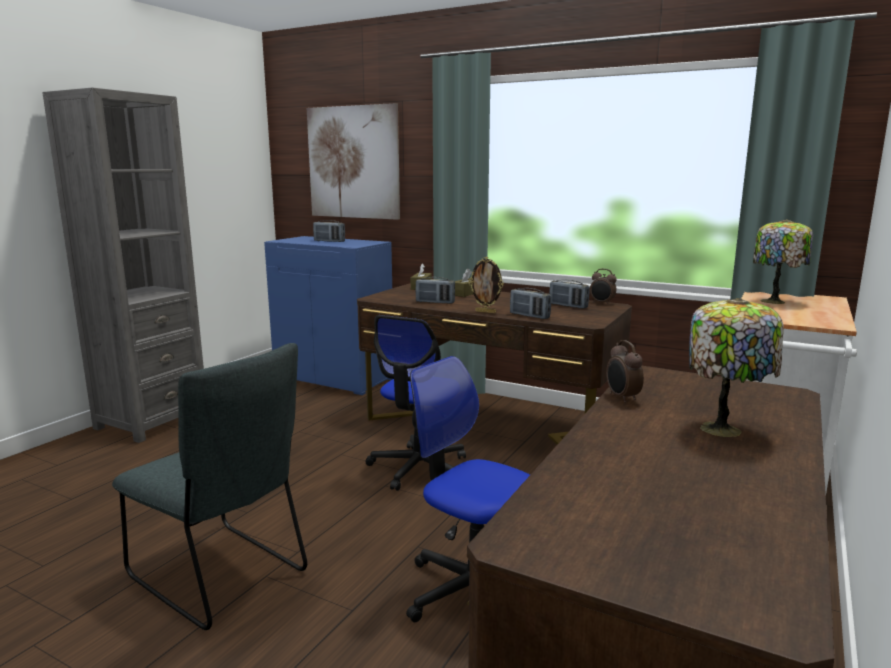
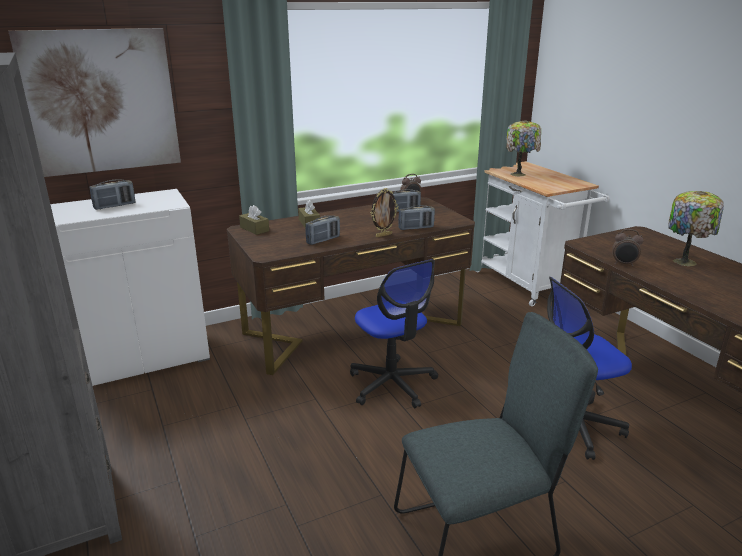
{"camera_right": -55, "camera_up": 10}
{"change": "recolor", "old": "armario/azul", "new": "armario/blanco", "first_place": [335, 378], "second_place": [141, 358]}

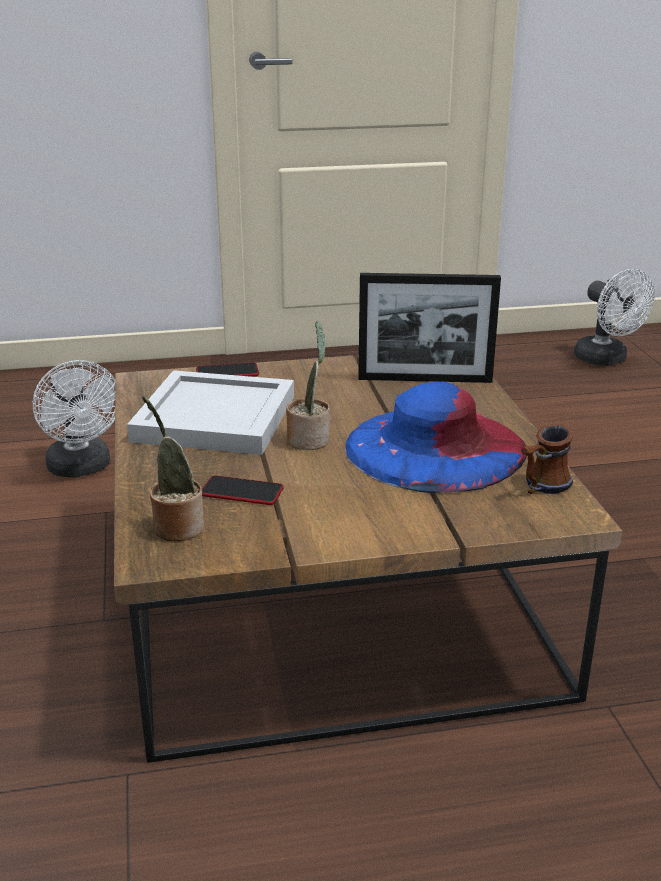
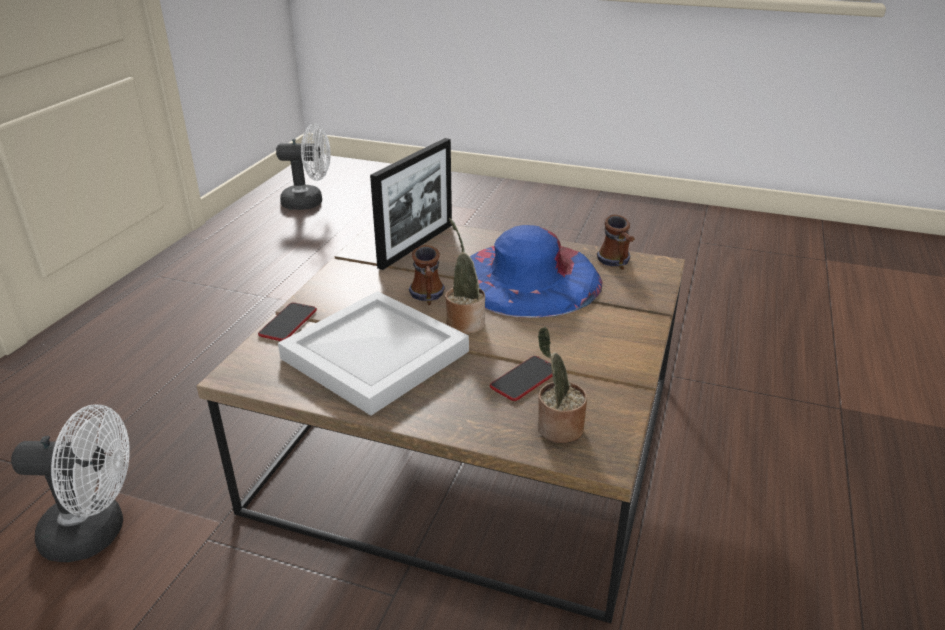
{"camera_right": -60, "camera_up": 5}
{"change": "insert", "new": "taza grande", "second_place": [427, 297]}

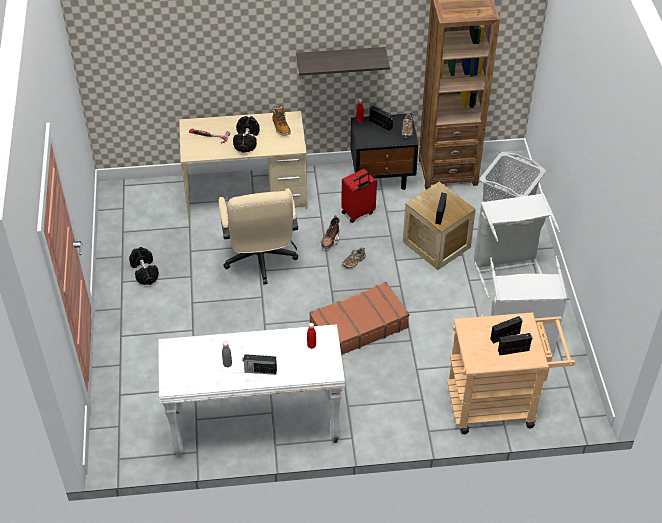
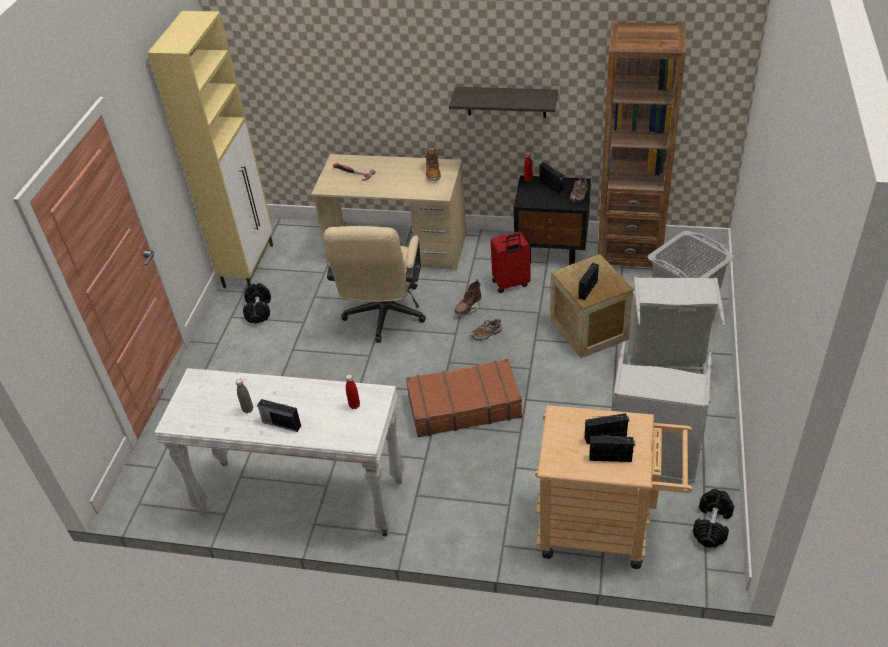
{"camera_right": 20, "camera_up": -5}
{"change": "move", "old": "mancuerna/negro", "first_place": [246, 141], "second_place": [712, 525]}
{"change": "insert", "new": "armario/beis", "second_place": [249, 265]}

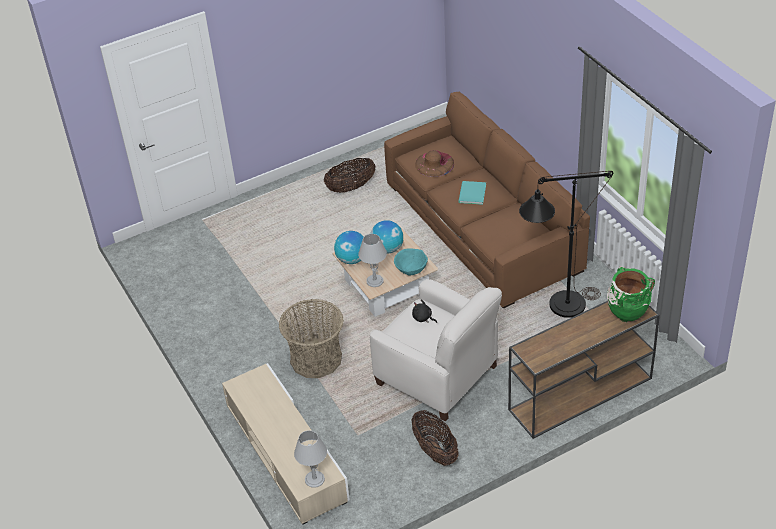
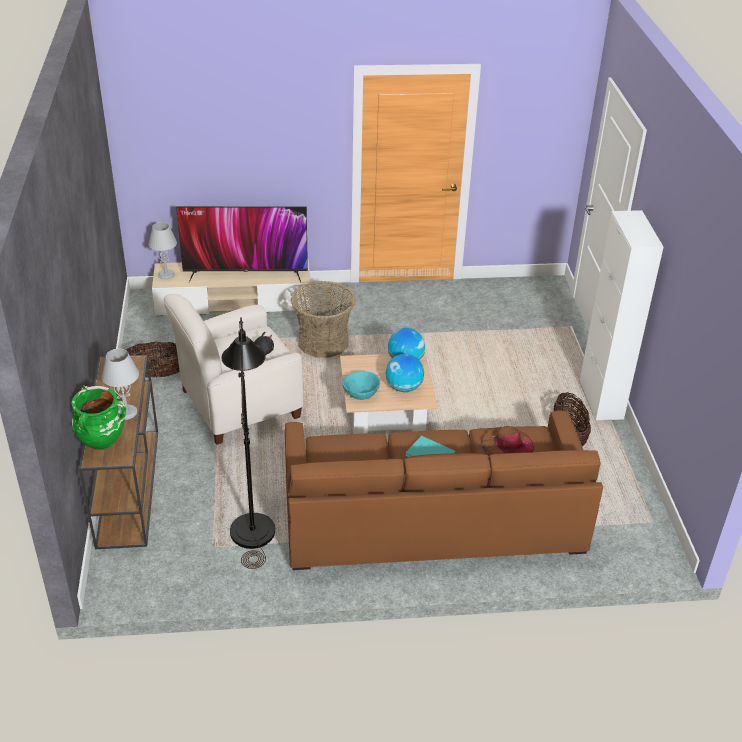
{"camera_right": 110, "camera_up": -5}
{"change": "move", "old": "lámpara de mesa/gris", "first_place": [374, 281], "second_place": [126, 412]}
{"change": "insert", "new": "televisor", "second_place": [245, 273]}
{"change": "insert", "new": "armario/blanco", "second_place": [601, 399]}

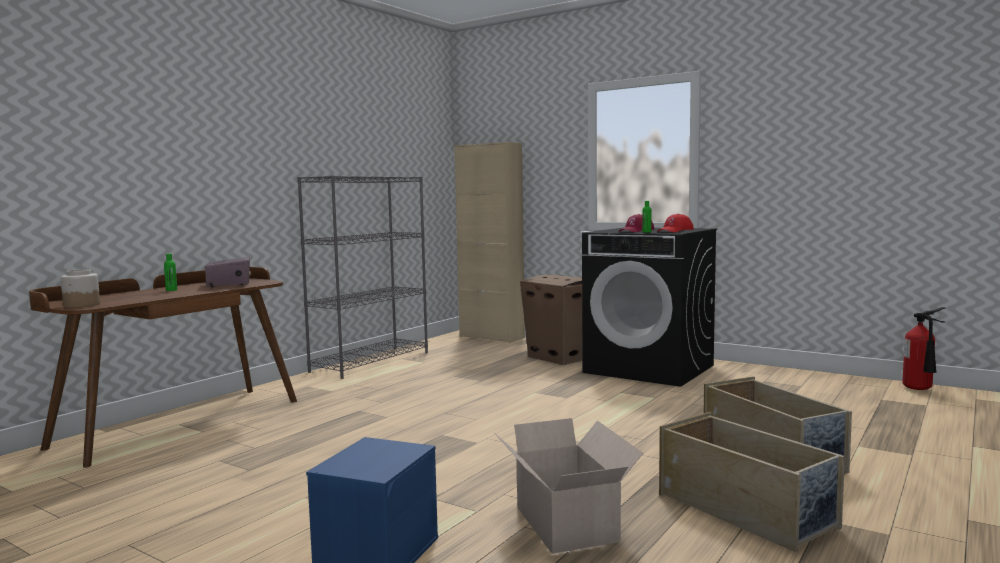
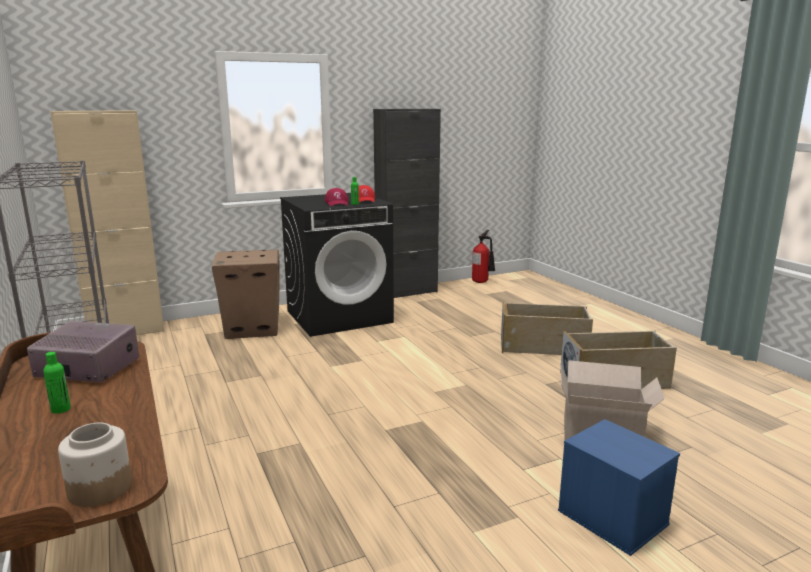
{"camera_right": -60, "camera_up": 10}
{"change": "insert", "new": "armario/negro", "second_place": [406, 292]}

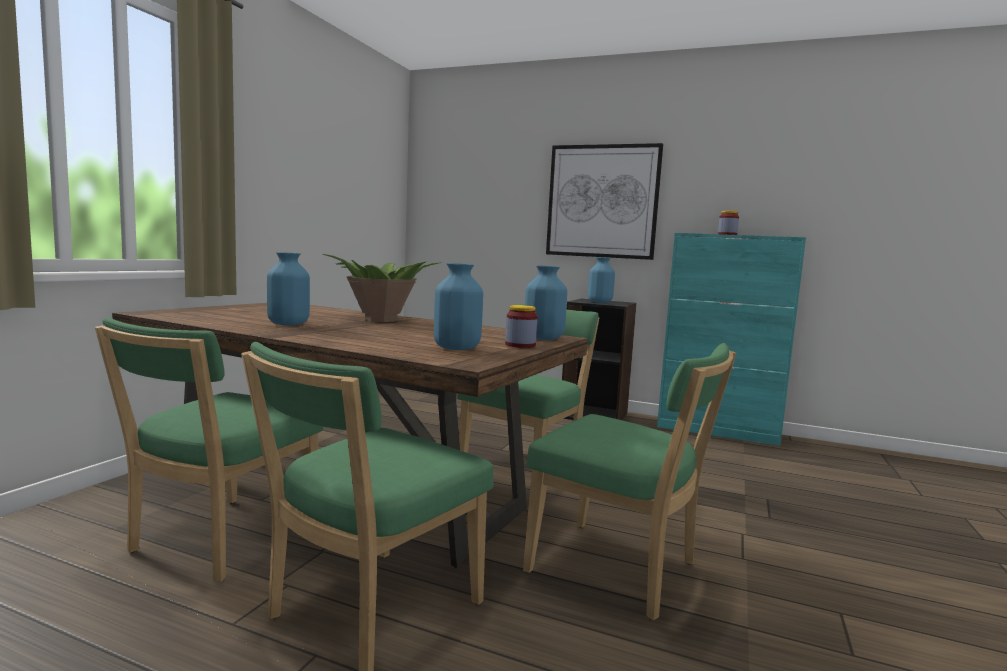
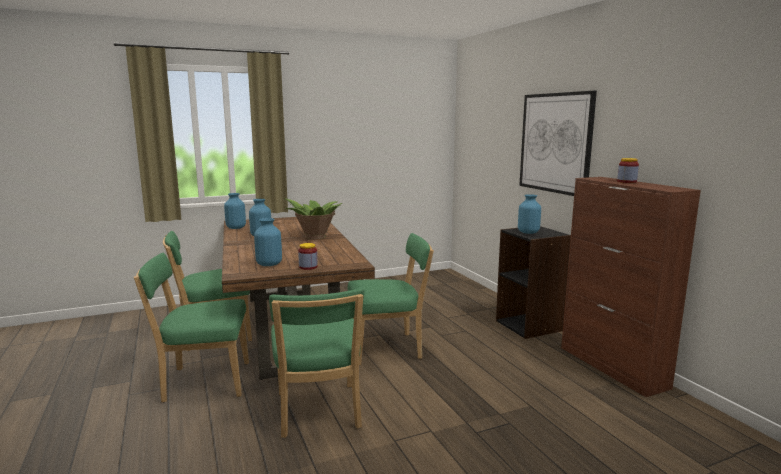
{"camera_right": 45, "camera_up": 5}
{"change": "move", "old": "florero/azul", "first_place": [543, 338], "second_place": [235, 228]}
{"change": "recolor", "old": "armario/turquesa", "new": "armario/marrón", "first_place": [717, 431], "second_place": [612, 367]}

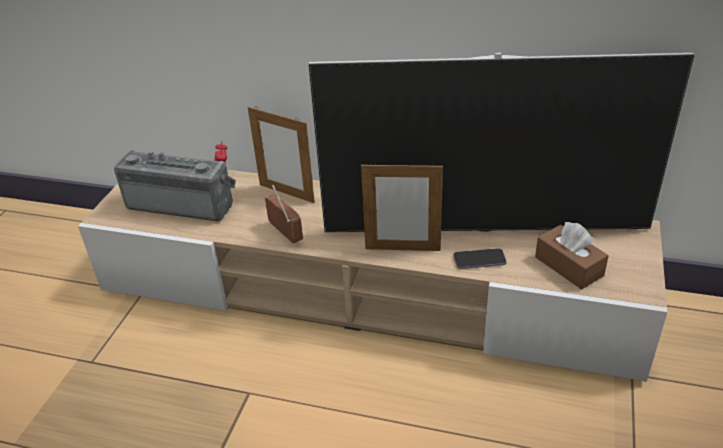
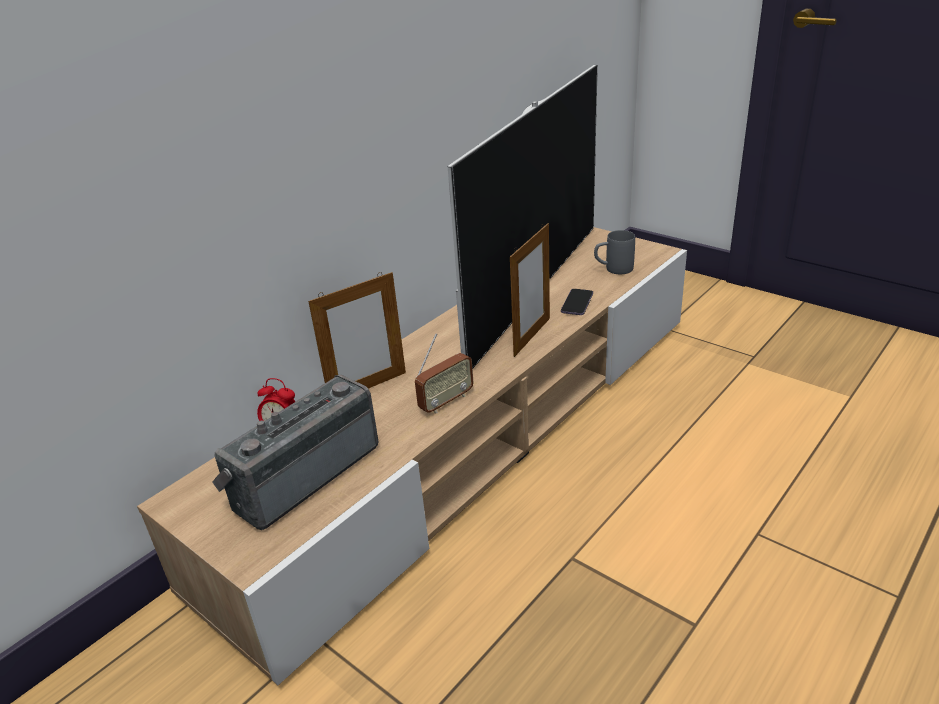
{"camera_right": -65, "camera_up": -5}
{"change": "rotate", "old": "radio", "first_place": [285, 234], "second_place": [446, 402], "degrees": 150}
{"change": "replace", "old": "caja de pañuelos/marrón", "new": "taza grande/gris", "first_place": [568, 266], "second_place": [613, 269]}

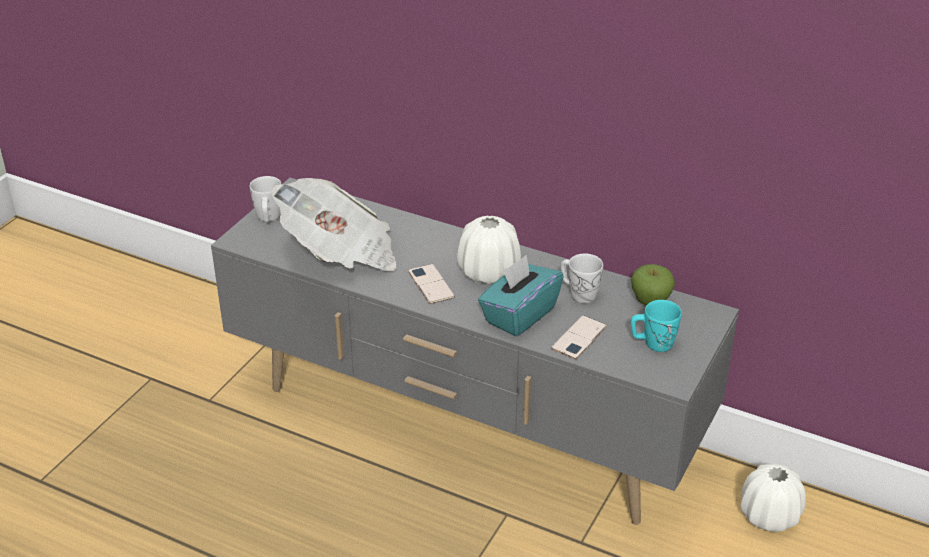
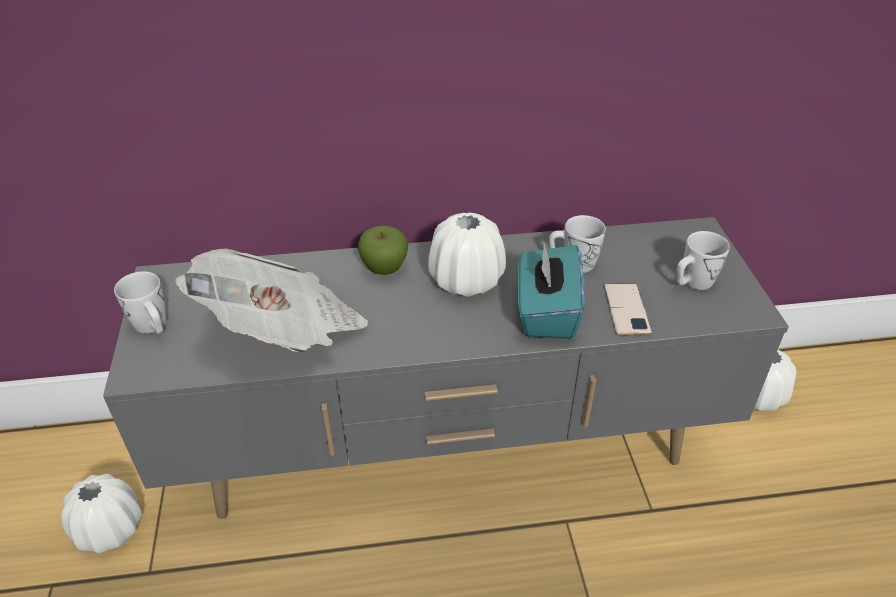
{"camera_right": -35, "camera_up": 5}
{"change": "delete", "old": "móvil", "first_place": [431, 284]}
{"change": "move", "old": "manzana", "first_place": [650, 302], "second_place": [384, 268]}
{"change": "recolor", "old": "taza grande/turquesa", "new": "taza grande/blanco", "first_place": [652, 343], "second_place": [692, 283]}
{"change": "insert", "new": "florero/blanco", "second_place": [110, 529]}

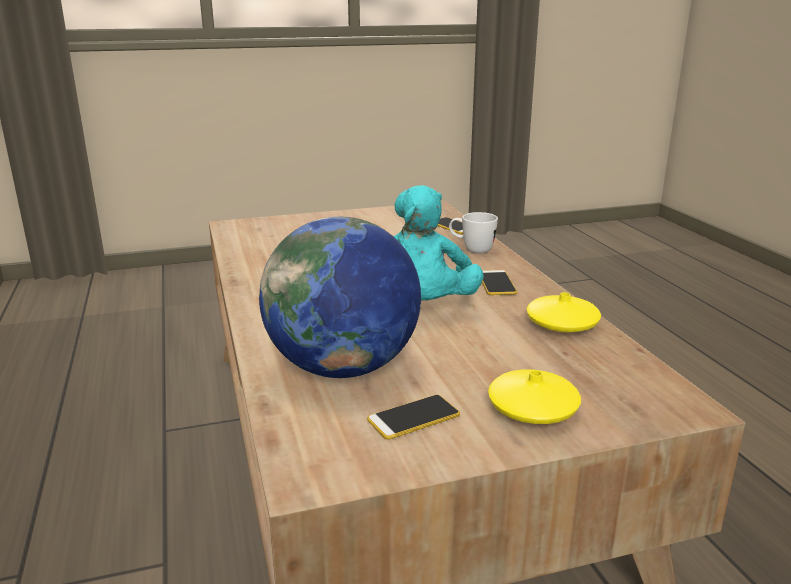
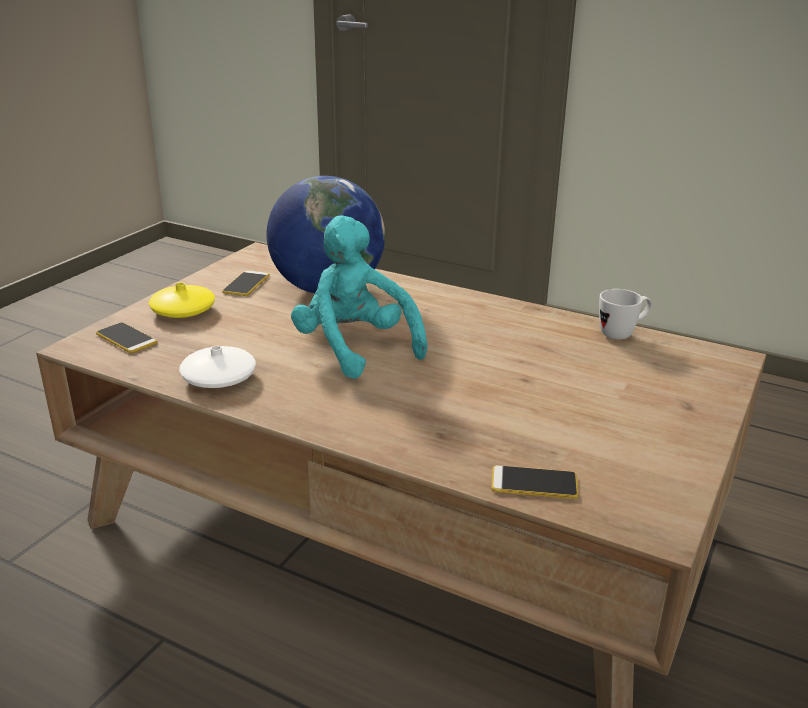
{"camera_right": 135, "camera_up": 5}
{"change": "move", "old": "taza grande/blanco", "first_place": [471, 250], "second_place": [622, 334]}
{"change": "move", "old": "móvil", "first_place": [496, 283], "second_place": [126, 338]}
{"change": "recolor", "old": "florero/amarillo", "new": "florero/blanco", "first_place": [562, 324], "second_place": [219, 377]}

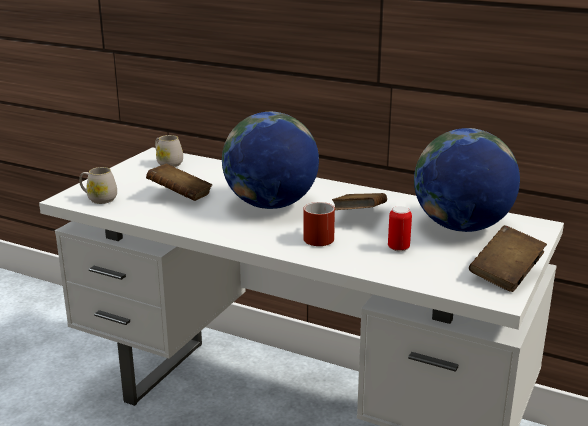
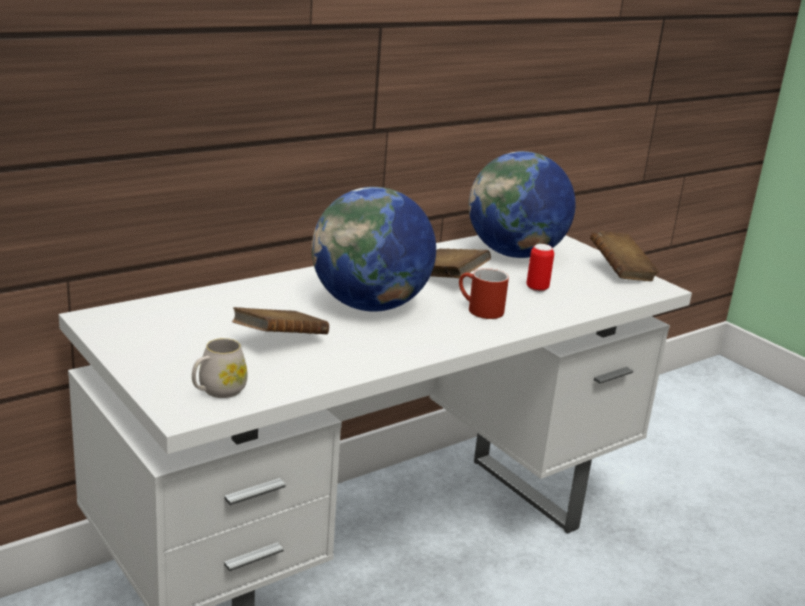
{"camera_right": -65, "camera_up": 0}
{"change": "delete", "old": "taza grande/blanco", "first_place": [167, 163]}

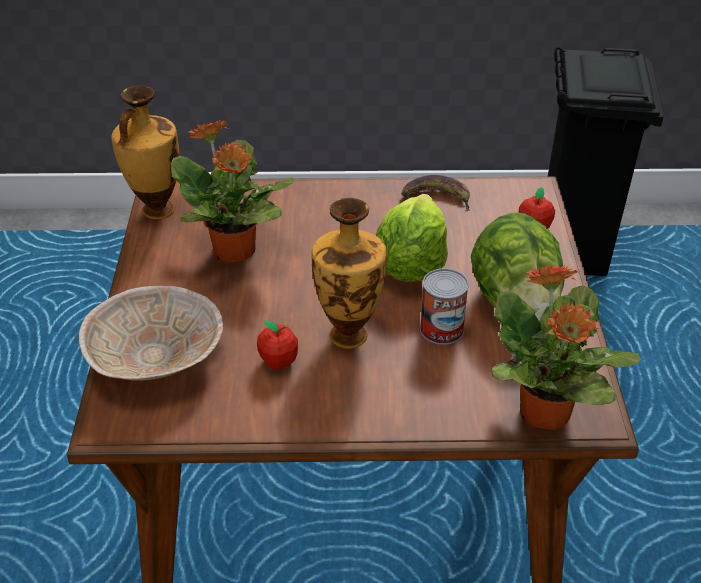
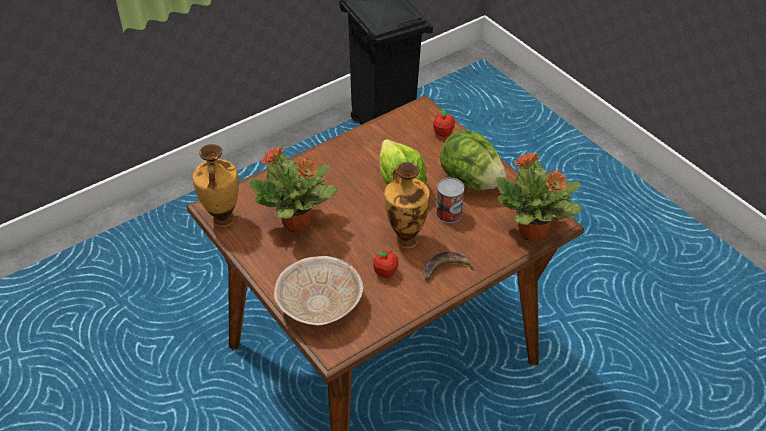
{"camera_right": -35, "camera_up": 5}
{"change": "move", "old": "plátano", "first_place": [436, 197], "second_place": [445, 269]}

